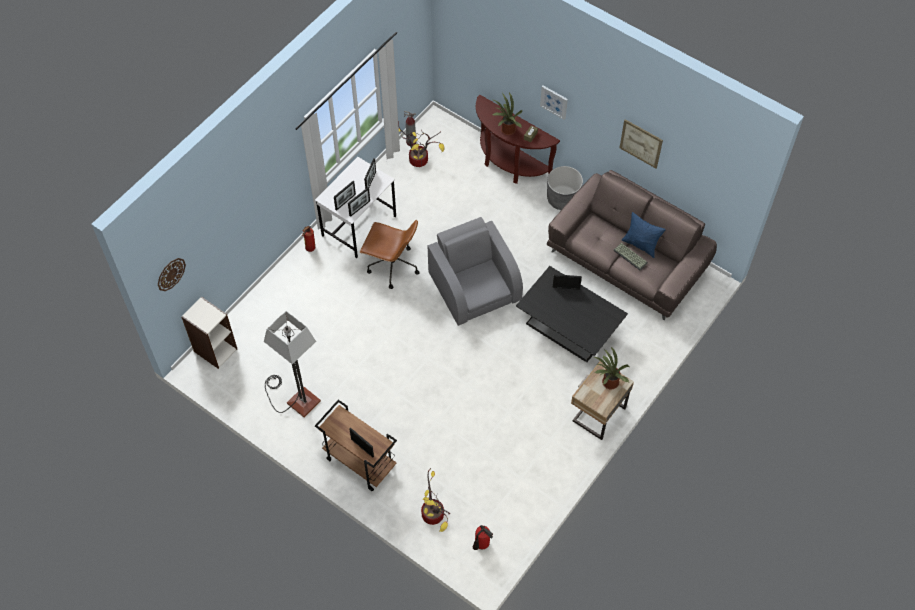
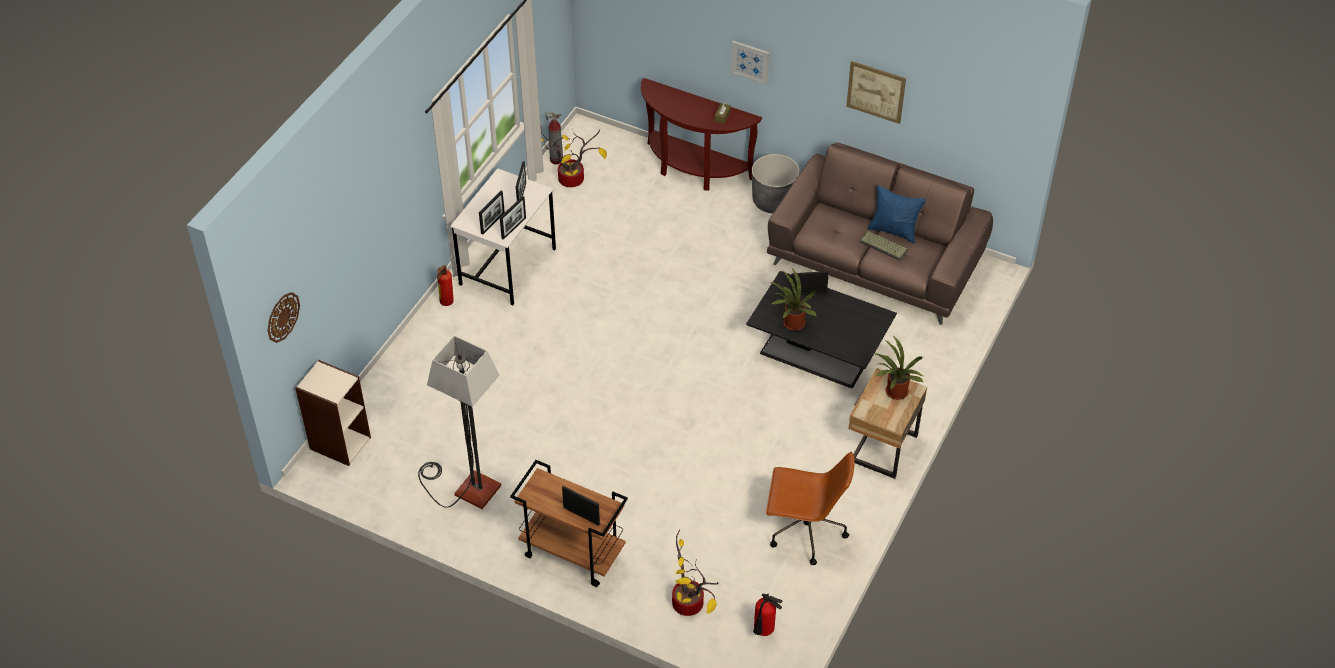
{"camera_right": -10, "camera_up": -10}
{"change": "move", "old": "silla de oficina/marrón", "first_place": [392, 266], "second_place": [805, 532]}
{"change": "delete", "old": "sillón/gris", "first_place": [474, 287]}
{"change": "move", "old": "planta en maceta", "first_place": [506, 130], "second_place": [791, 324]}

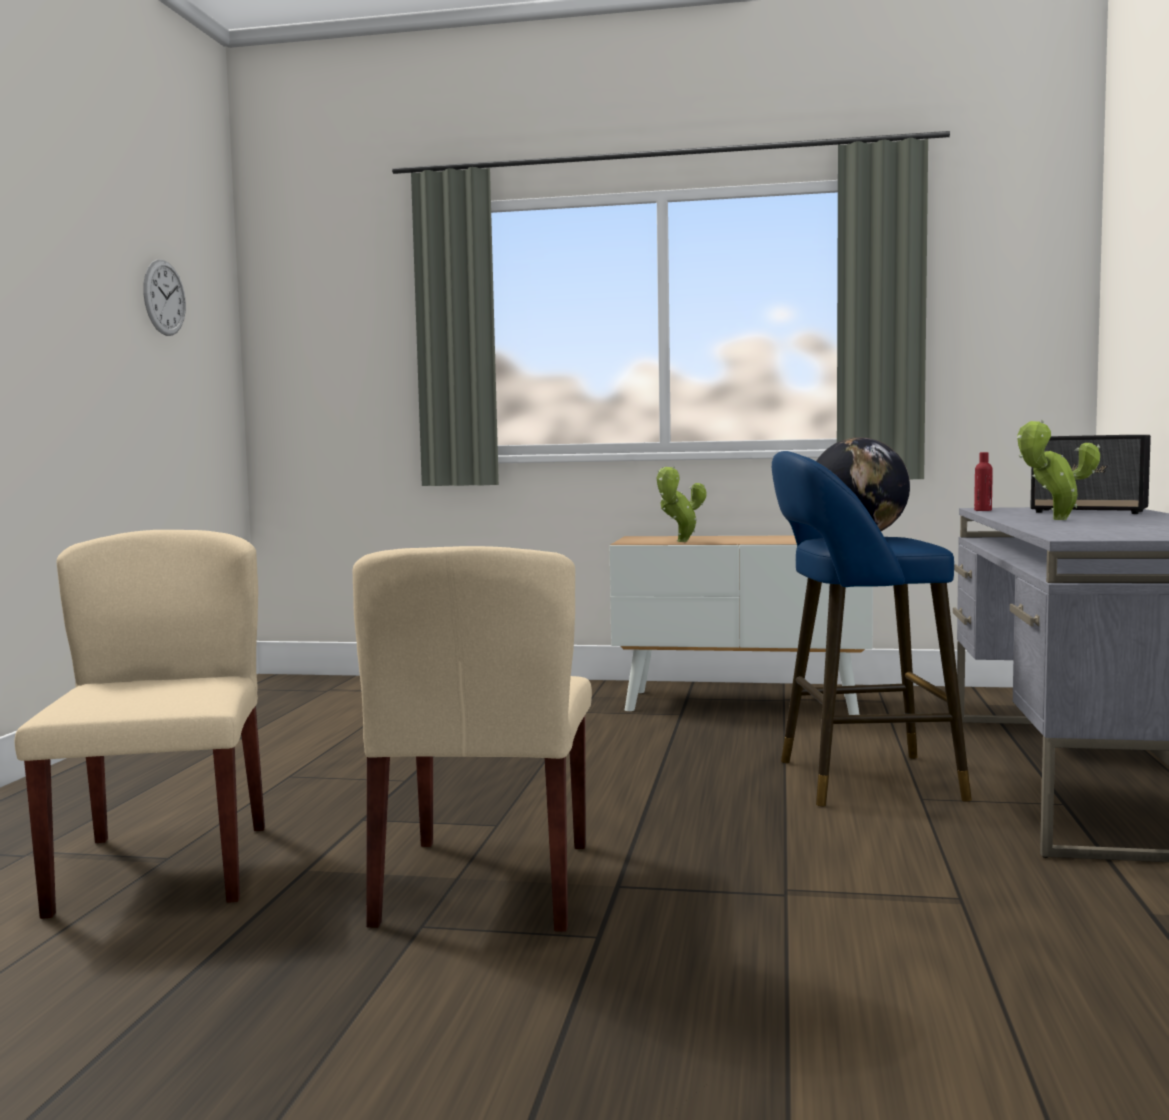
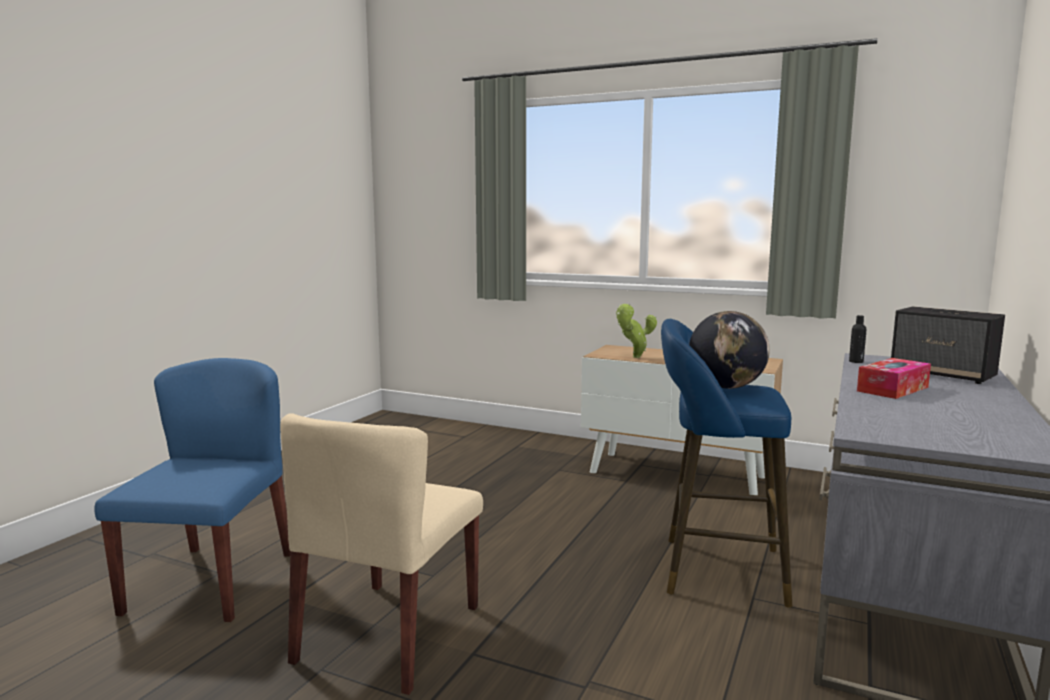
{"camera_right": 15, "camera_up": 5}
{"change": "recolor", "old": "silla/beis", "new": "silla/azul", "first_place": [163, 867], "second_place": [211, 581]}
{"change": "delete", "old": "reloj de pared", "first_place": [164, 297]}
{"change": "recolor", "old": "botella/rojo", "new": "botella/negro", "first_place": [983, 510], "second_place": [856, 361]}
{"change": "replace", "old": "planta en maceta", "new": "caja de pañuelos", "first_place": [1055, 519], "second_place": [892, 389]}

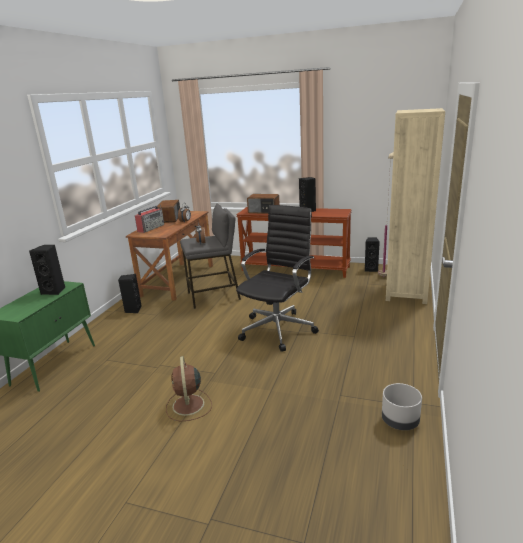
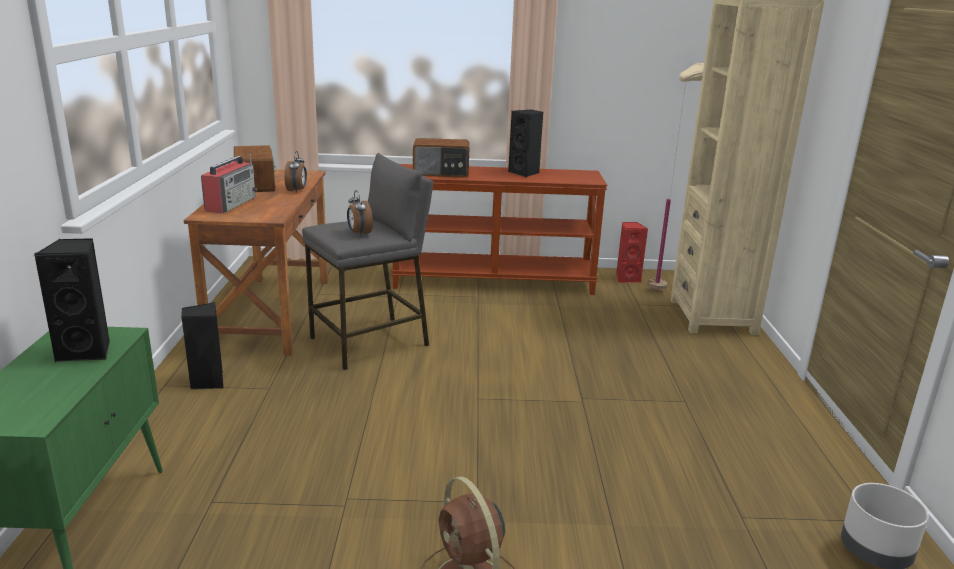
{"camera_right": -20, "camera_up": 0}
{"change": "delete", "old": "silla de oficina/negro", "first_place": [279, 329]}
{"change": "recolor", "old": "altavoz/negro", "new": "altavoz/rojo", "first_place": [371, 269], "second_place": [627, 279]}

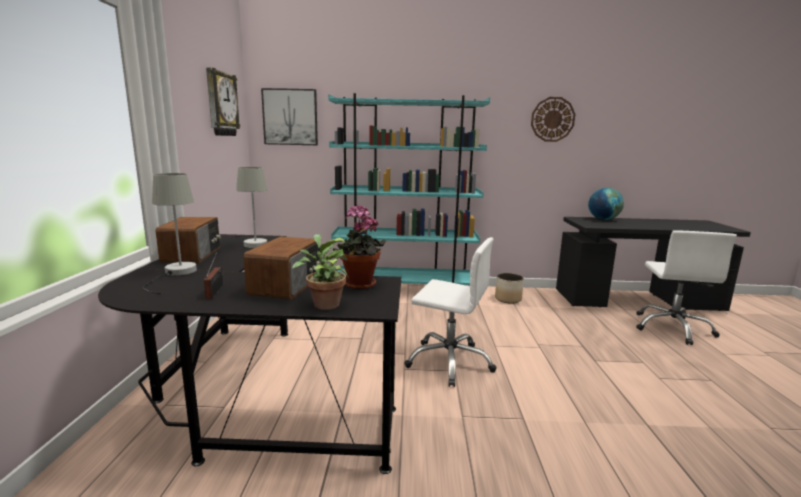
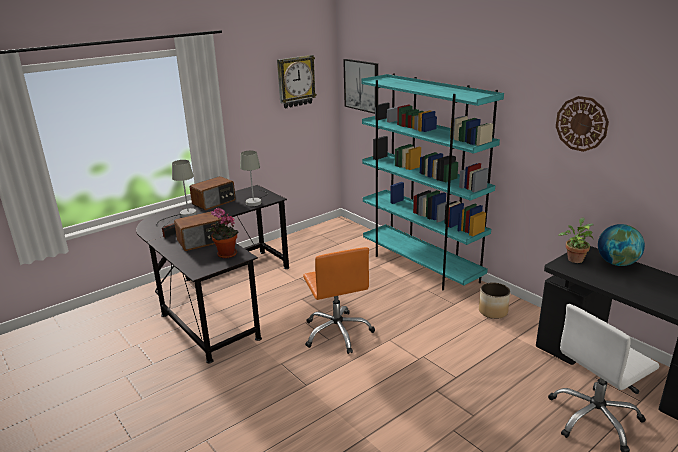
{"camera_right": 50, "camera_up": 10}
{"change": "move", "old": "planta en maceta", "first_place": [324, 304], "second_place": [574, 258]}
{"change": "recolor", "old": "silla de oficina/blanco", "new": "silla de oficina/naranja", "first_place": [449, 361], "second_place": [337, 333]}

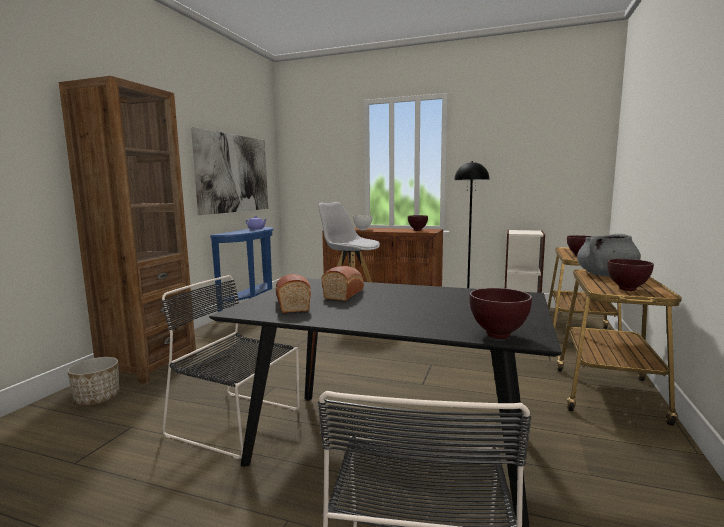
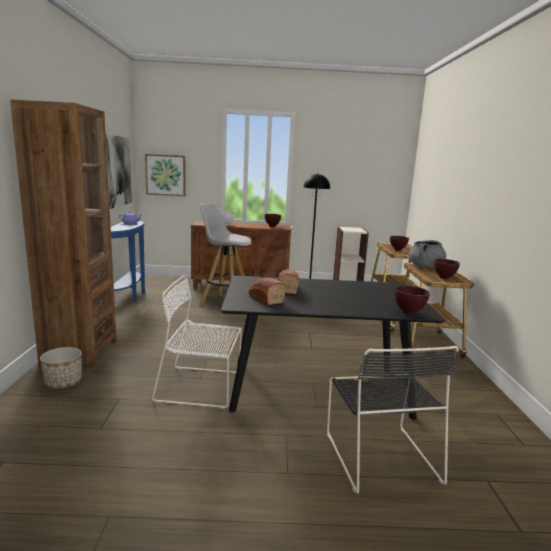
{"camera_right": -20, "camera_up": 5}
{"change": "recolor", "old": "silla/negro", "new": "silla/blanco", "first_place": [238, 423], "second_place": [202, 386]}
{"change": "insert", "new": "cuadro", "second_place": [165, 175]}

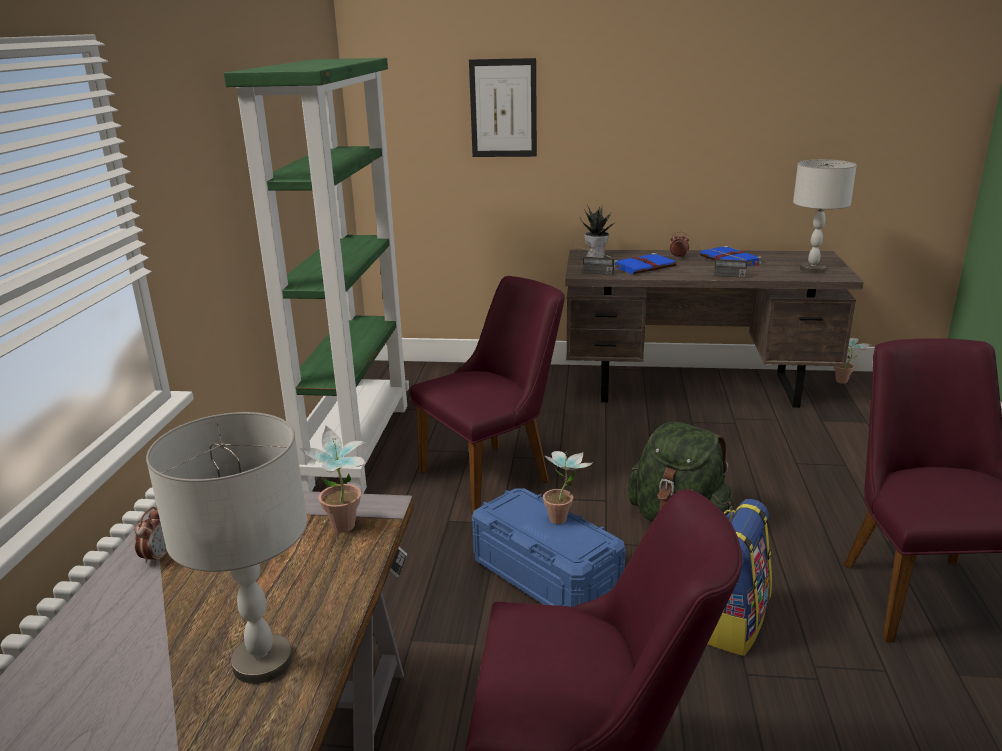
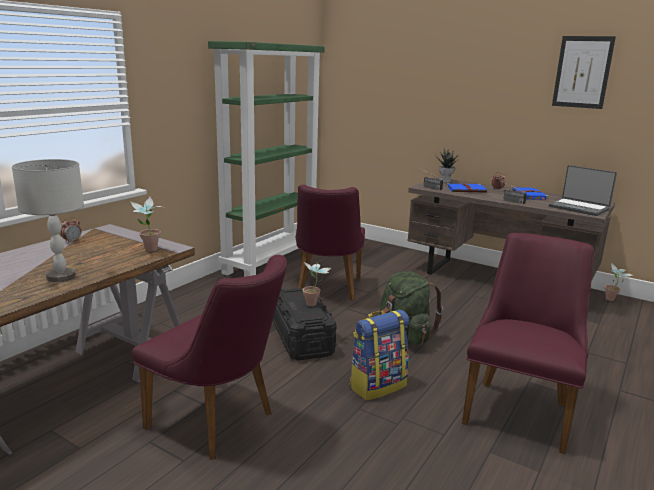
{"camera_right": 25, "camera_up": -5}
{"change": "rotate", "old": "silla/morado", "first_place": [495, 473], "second_place": [327, 290], "degrees": 105}
{"change": "move", "old": "cuadro", "first_place": [503, 108], "second_place": [582, 72]}
{"change": "recolor", "old": "caja de almacenaje/azul", "new": "caja de almacenaje/negro", "first_place": [546, 576], "second_place": [302, 337]}
{"change": "replace", "old": "lámpara de mesa/gris", "new": "portátil", "first_place": [813, 269], "second_place": [579, 208]}

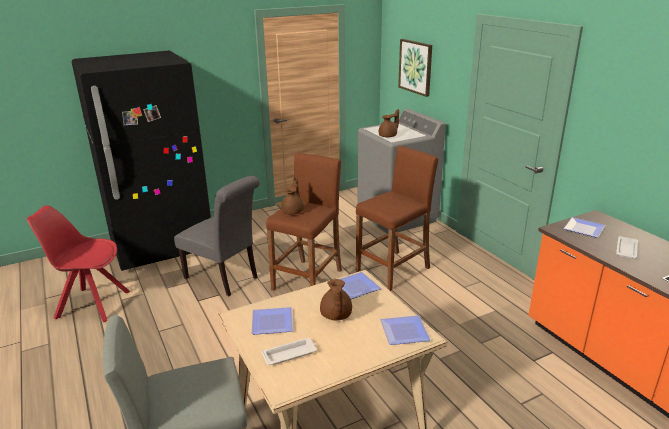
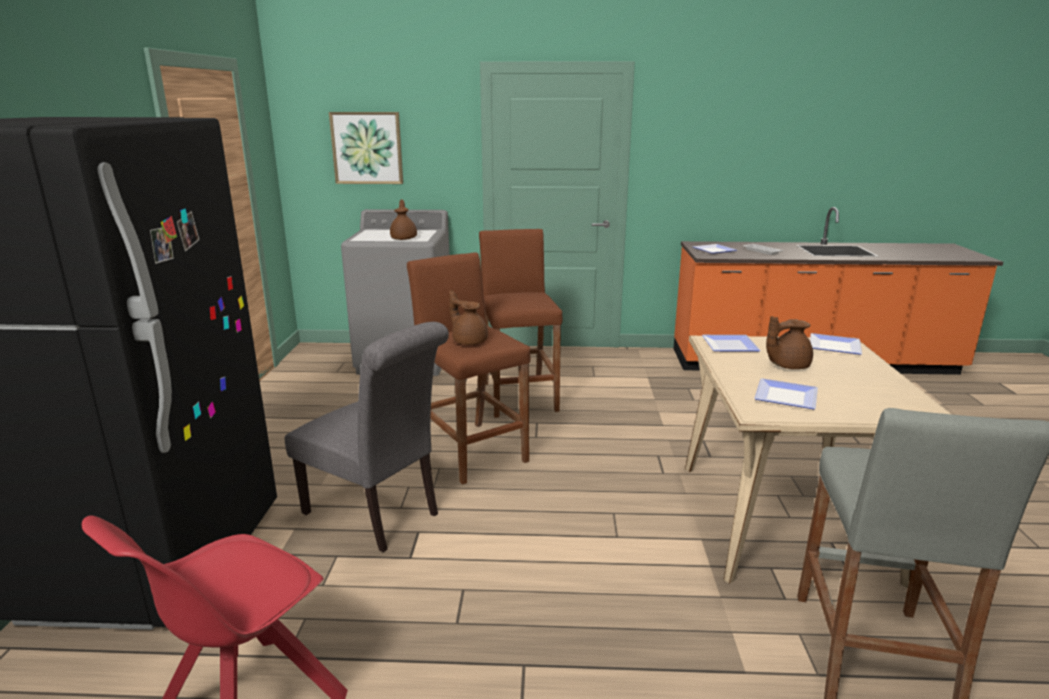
{"camera_right": -60, "camera_up": -5}
{"change": "rotate", "old": "silla/gris", "first_place": [225, 278], "second_place": [377, 515], "degrees": 60}
{"change": "delete", "old": "bandeja/blanco", "first_place": [290, 354]}
{"change": "rotate", "old": "tetera/marrón", "first_place": [335, 315], "second_place": [786, 365], "degrees": 135}

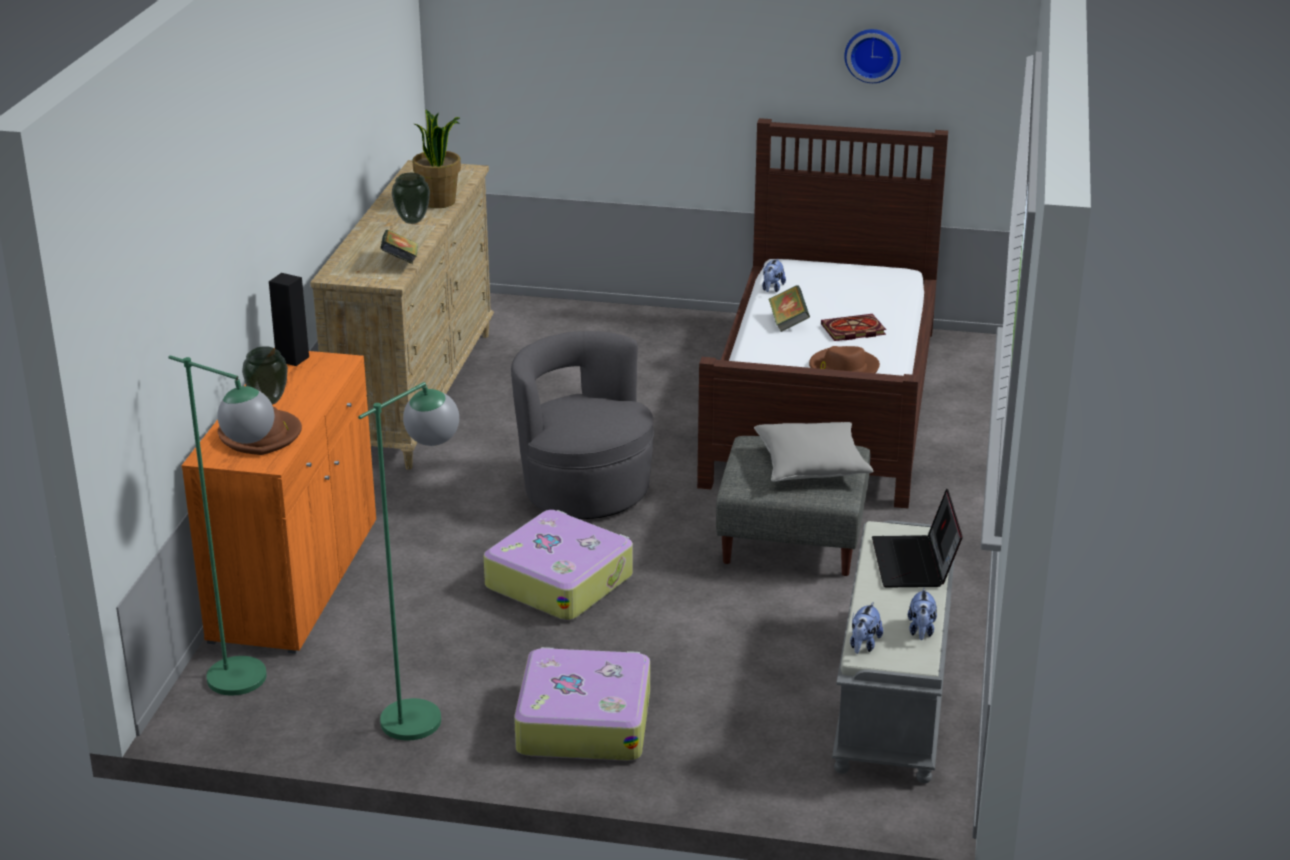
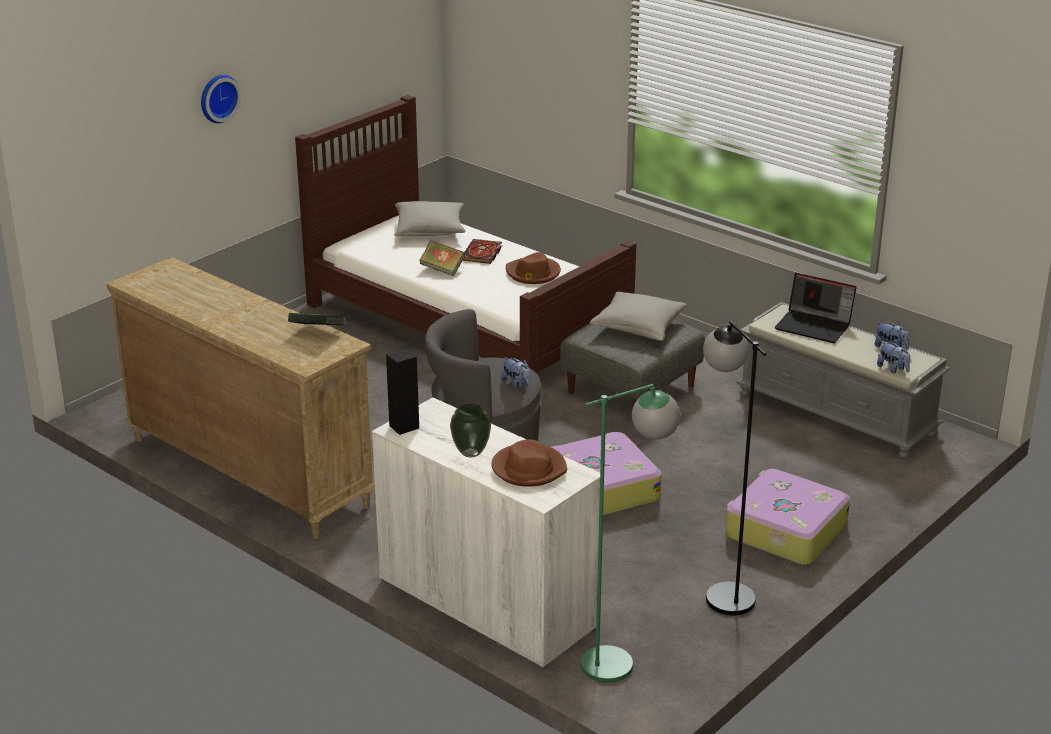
{"camera_right": -60, "camera_up": 0}
{"change": "recolor", "old": "armario/naranja", "new": "armario/blanco", "first_place": [295, 580], "second_place": [487, 603]}
{"change": "recolor", "old": "lámpara de pie/verde", "new": "lámpara de pie/negro", "first_place": [426, 710], "second_place": [721, 590]}
{"change": "delete", "old": "florero", "first_place": [412, 221]}
{"change": "delete", "old": "planta en maceta", "first_place": [439, 202]}
{"change": "move", "old": "peluche", "first_place": [772, 288], "second_place": [517, 384]}
{"change": "move", "old": "reloj de pared", "first_place": [872, 54], "second_place": [217, 98]}
{"change": "insert", "new": "cojín/gris", "second_place": [429, 230]}

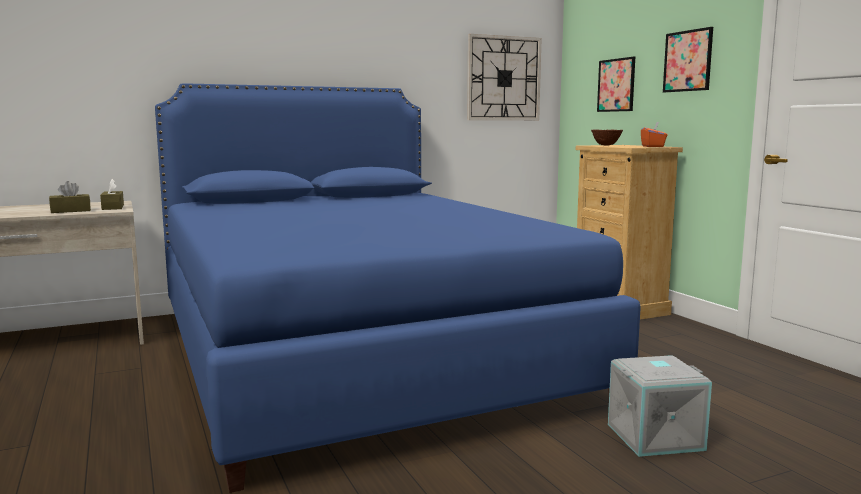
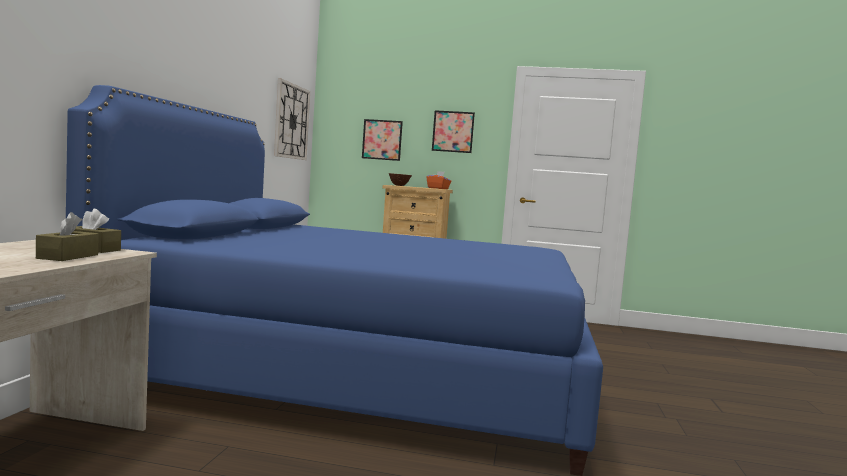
{"camera_right": -55, "camera_up": -5}
{"change": "delete", "old": "caja de almacenaje/gris", "first_place": [654, 436]}

